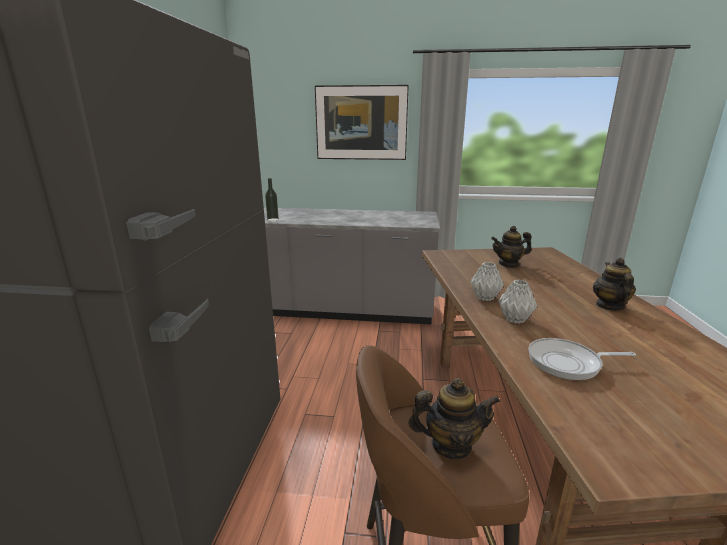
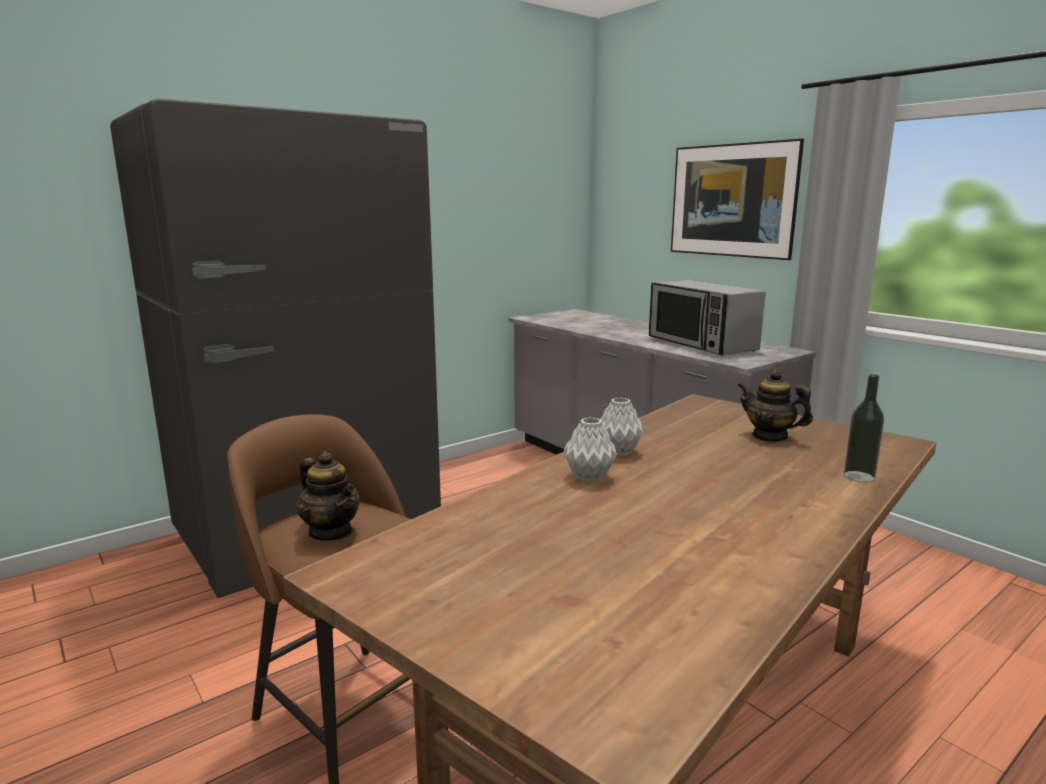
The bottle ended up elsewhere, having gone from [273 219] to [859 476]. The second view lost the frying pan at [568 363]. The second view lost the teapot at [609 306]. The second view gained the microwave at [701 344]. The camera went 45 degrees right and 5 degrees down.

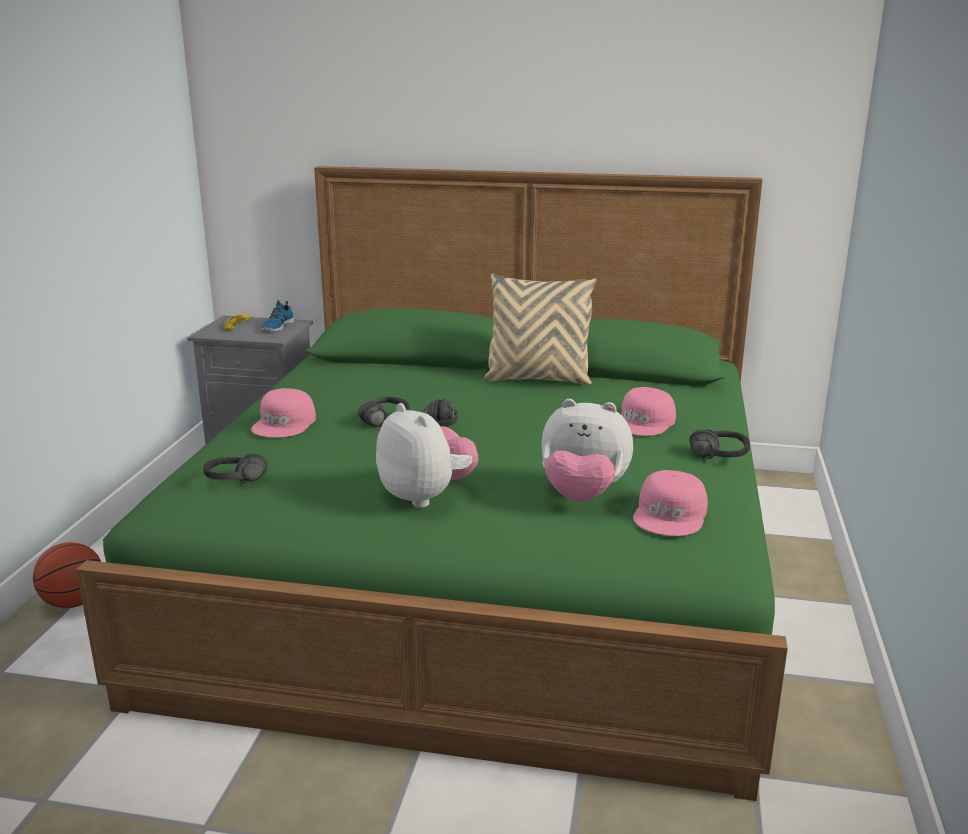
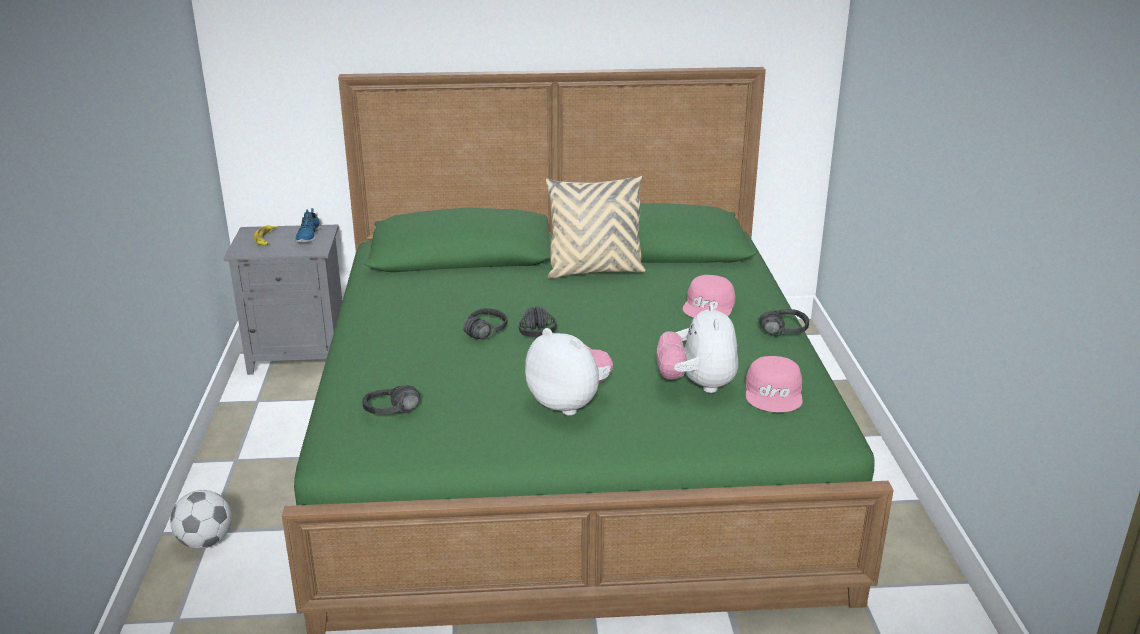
Where the basketball stood at [73 603], the football came to stand at [205 542]. The second view lost the cap (pink) at [285 424]. The plush toy at [582 496] ended up facing another way, 90 degrees clockwise from before. The camera went 15 degrees left and 5 degrees up.

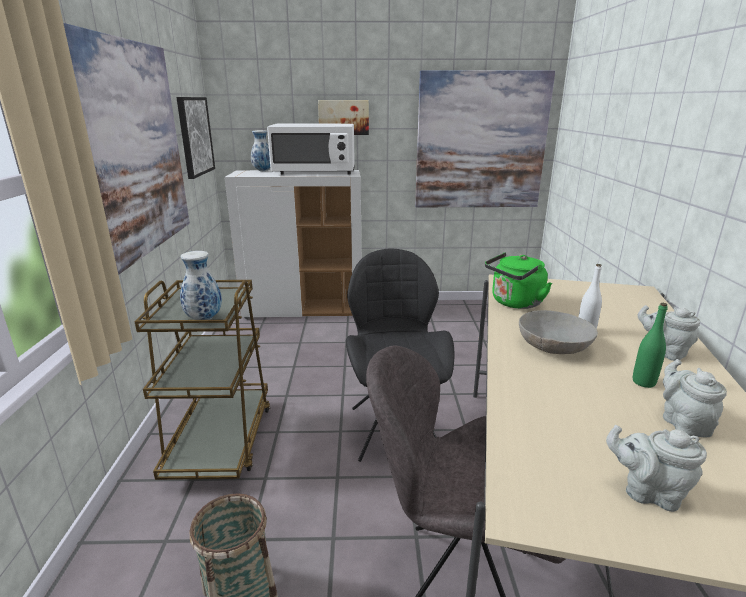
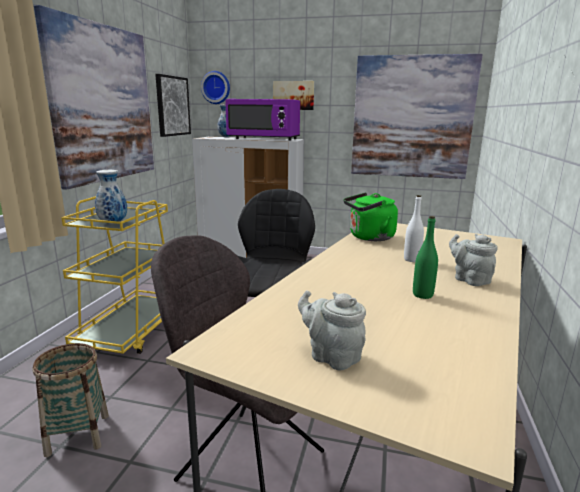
What was the cart (brown) at [221 441] turned into the cart (yellow) at [132 331]. What was the microwave (white) at [315 173] turned into the microwave (purple) at [264 139]. The second view lost the bowl (grey) at [554 346]. The second view lost the teapot (grey) at [683 423]. The second view gained the wall clock at [216 87]. The camera went 15 degrees right and 5 degrees down.

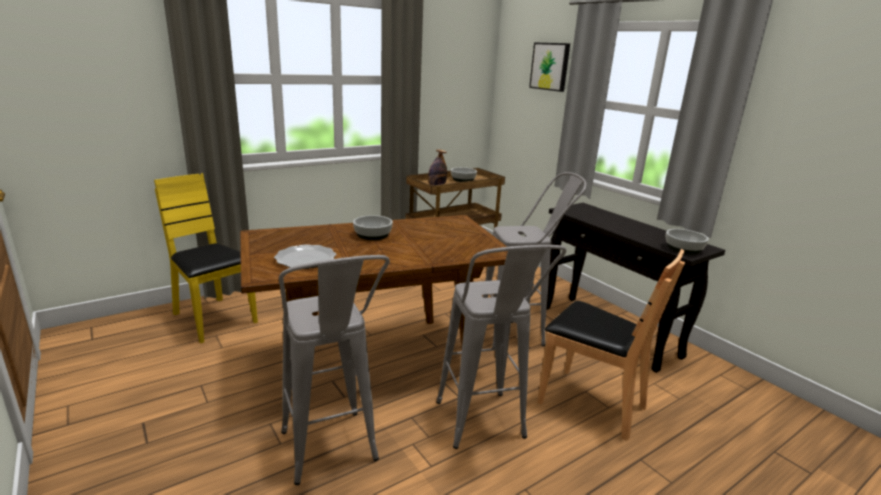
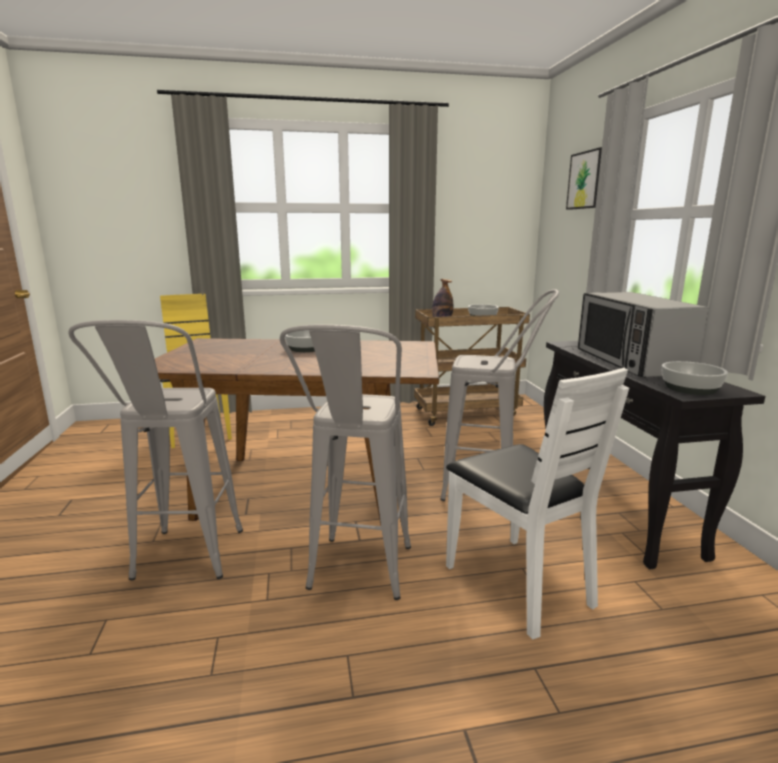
The second view lost the plate at [305 259]. What was the chair (brown) at [591 403] turned into the chair (white) at [518 583]. The second view gained the microwave at [630 362]. The camera went 25 degrees right and 5 degrees down.

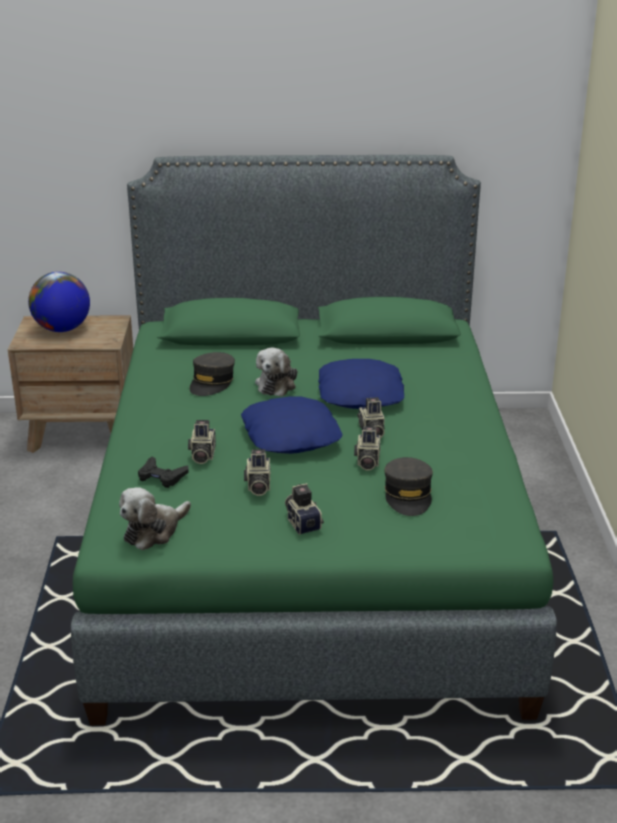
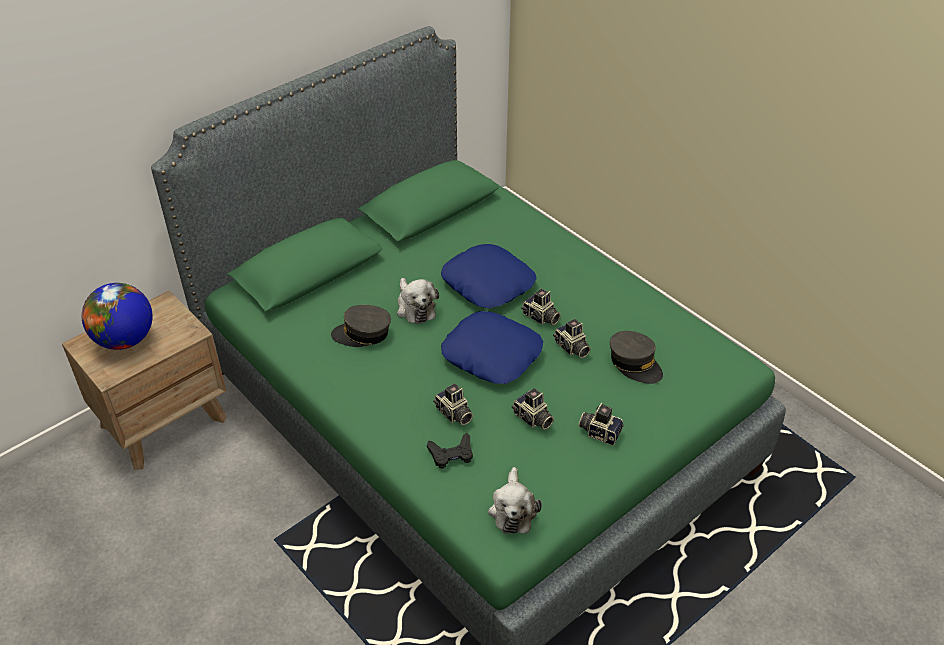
The cap (grey) at [212 382] ended up facing another way, 105 degrees clockwise from before. The camera went 40 degrees left and 15 degrees up.

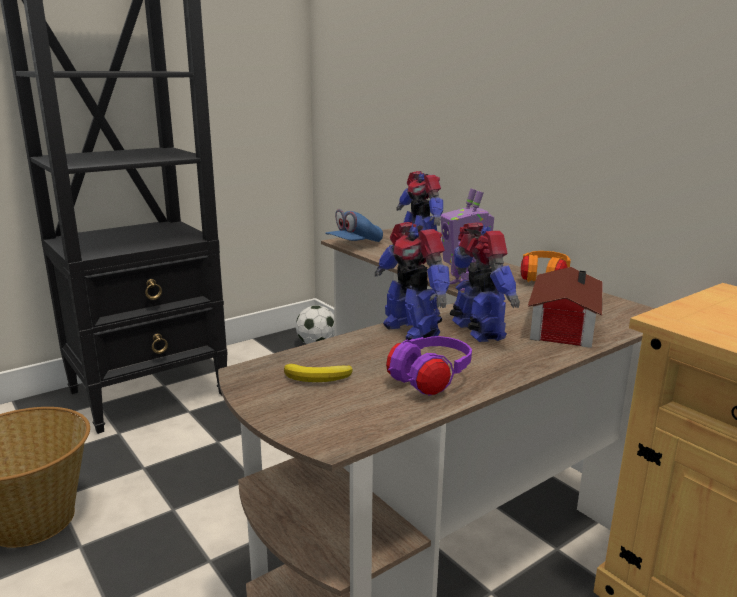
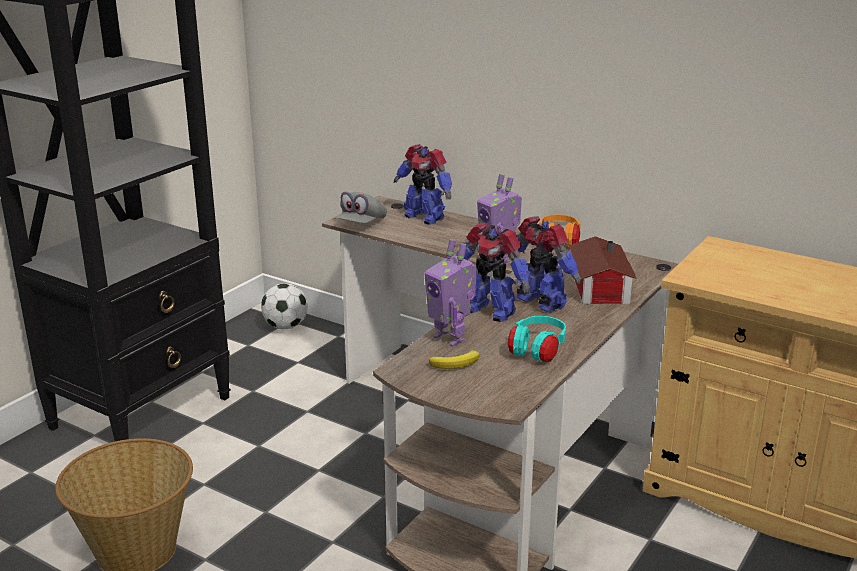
What was the cap (blue) at [354 245] turned into the cap (grey) at [361 224]. What was the headphones (purple) at [429 382] turned into the headphones (turquoise) at [537 352]. The second view gained the toy robot at [450 338]. The camera went 20 degrees left and 5 degrees up.

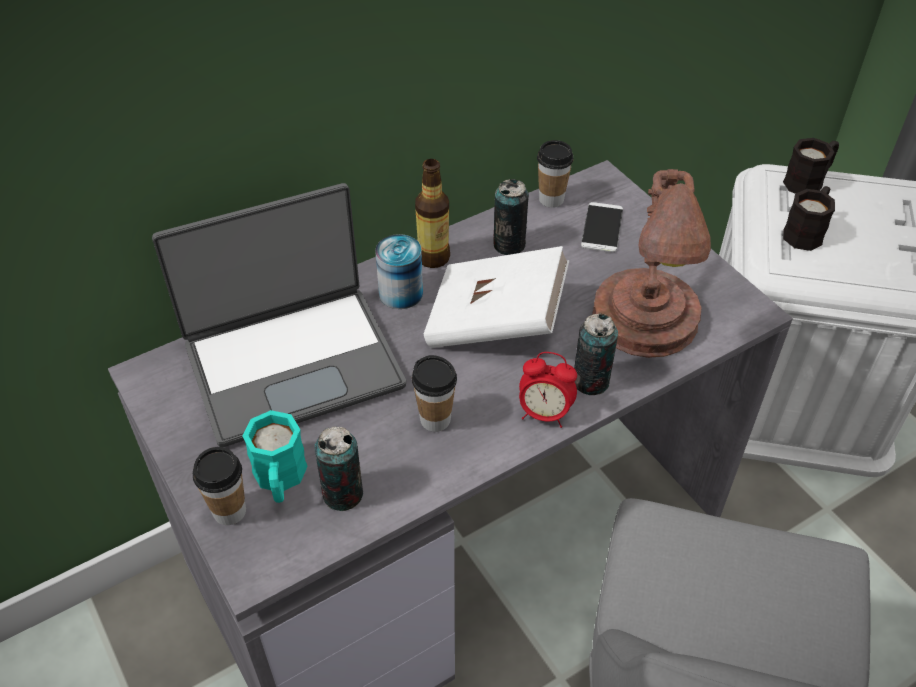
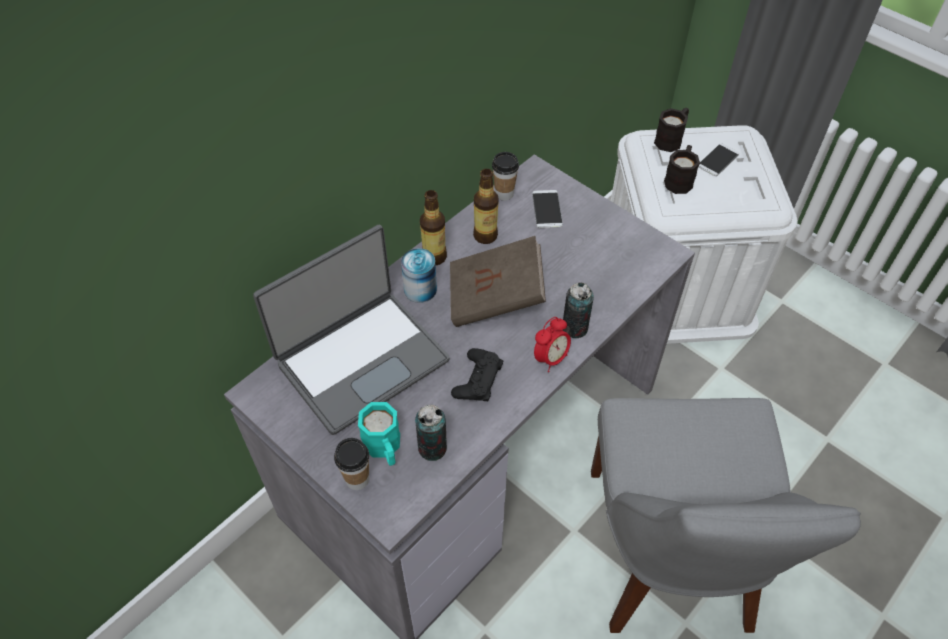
Where the cup stood at [435 419], the game controller (black) came to stand at [477 379]. What was the book (white) at [495 323] turned into the book (brown) at [495 298]. Where the can stood at [509 244], the bottle came to stand at [485 236]. The alarm clock at [544 414] ended up facing another way, 45 degrees counterclockwise from before. The second view lost the table lamp (brown) at [646 325]. The second view gained the phone at [718 160]. The camera went 15 degrees left and 5 degrees up.

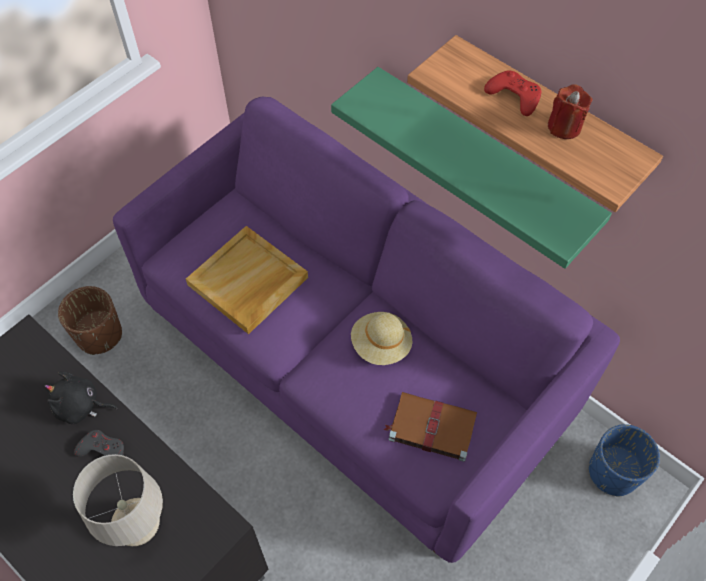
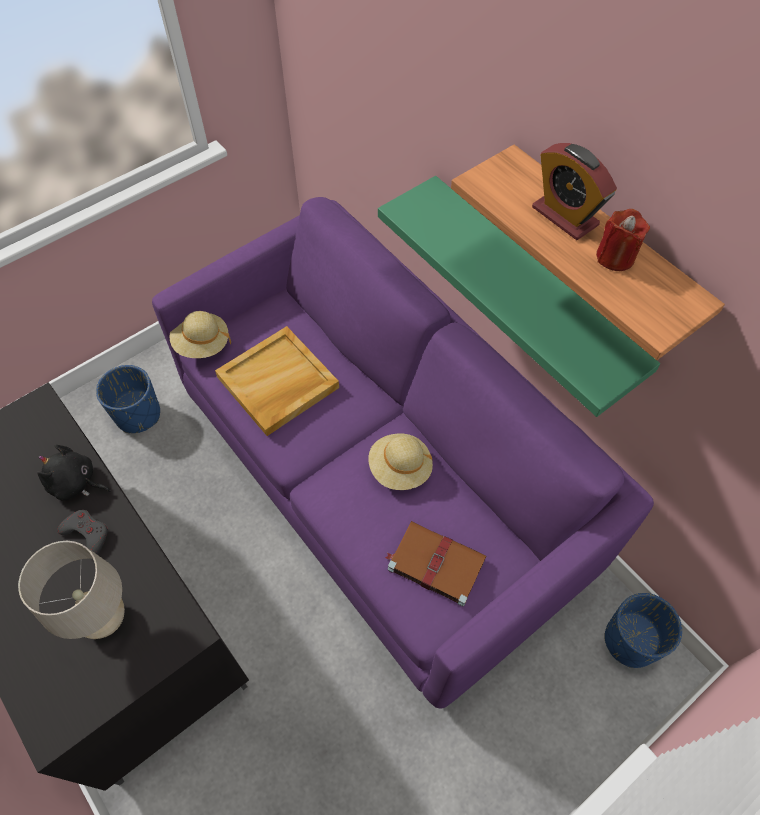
What was the planter (brown) at [99 334] turned into the planter (blue) at [138 414]. Where the game controller (red) stood at [514 96], the alarm clock came to stand at [564 216]. The second view gained the hat (beige) at [202 344]. The camera went 10 degrees right and 0 degrees up.

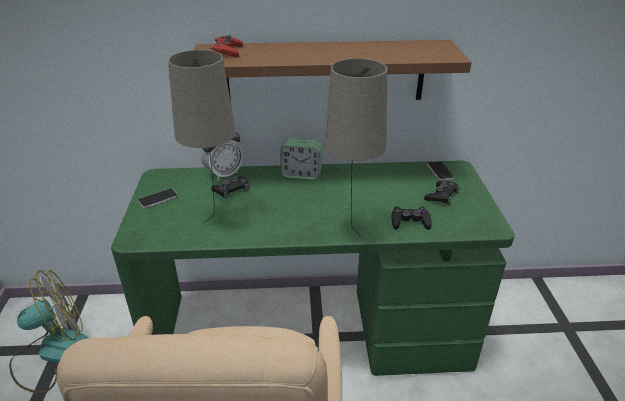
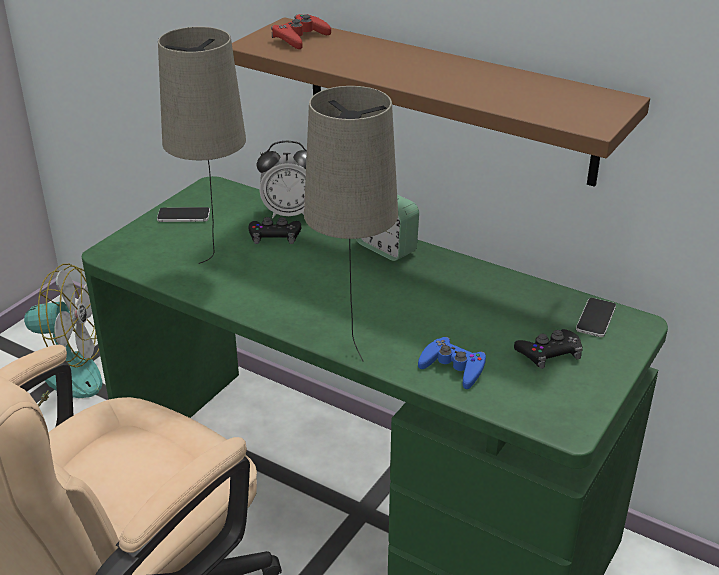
What was the game controller (black) at [410 222] turned into the game controller (blue) at [453 368]. The camera went 35 degrees right and 0 degrees up.

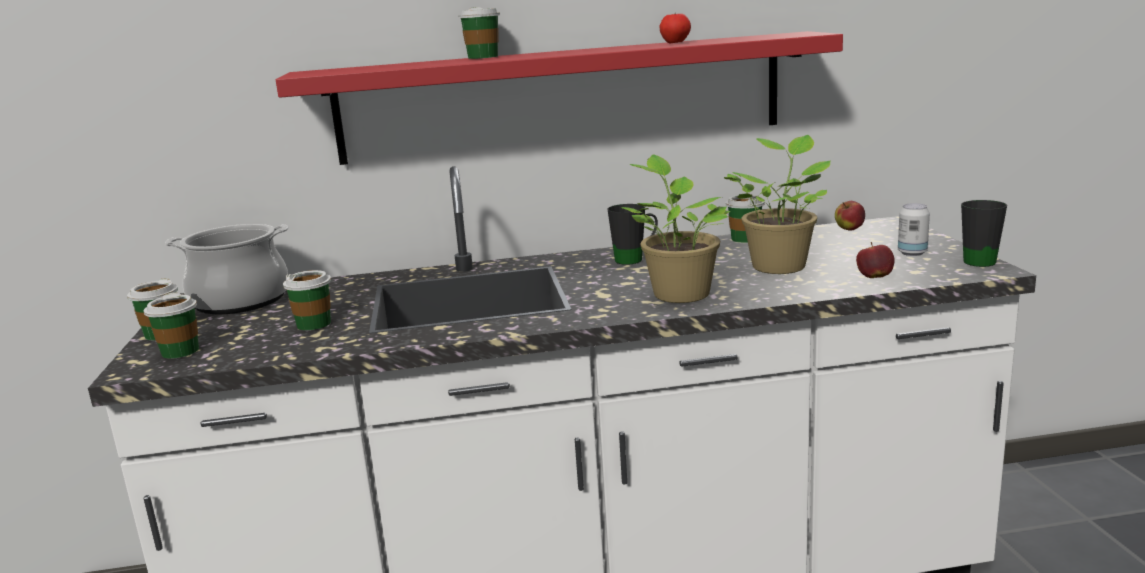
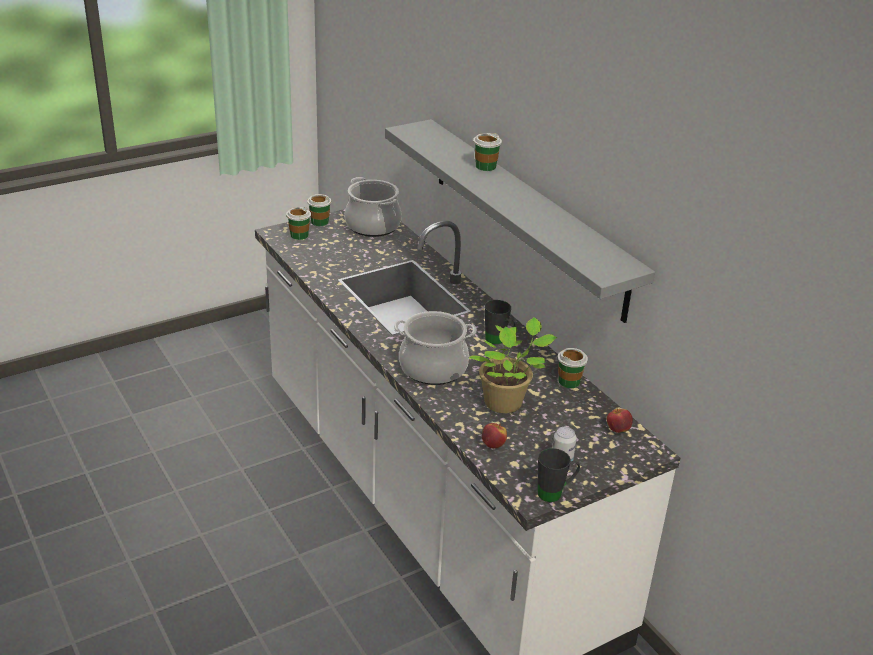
What was the shelf (red) at [561 98] turned into the shelf (grey) at [526 215]. The second view lost the cup at [314 324]. Where the potted plant stood at [679 293], the cooking pot came to stand at [433 368]. The second view lost the apple at [675 43]. The camera went 65 degrees right and 15 degrees up.

